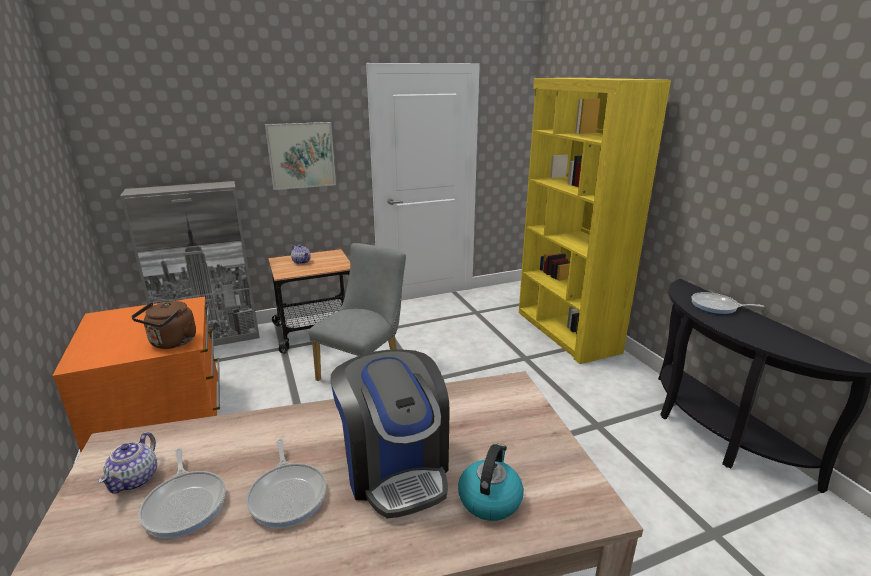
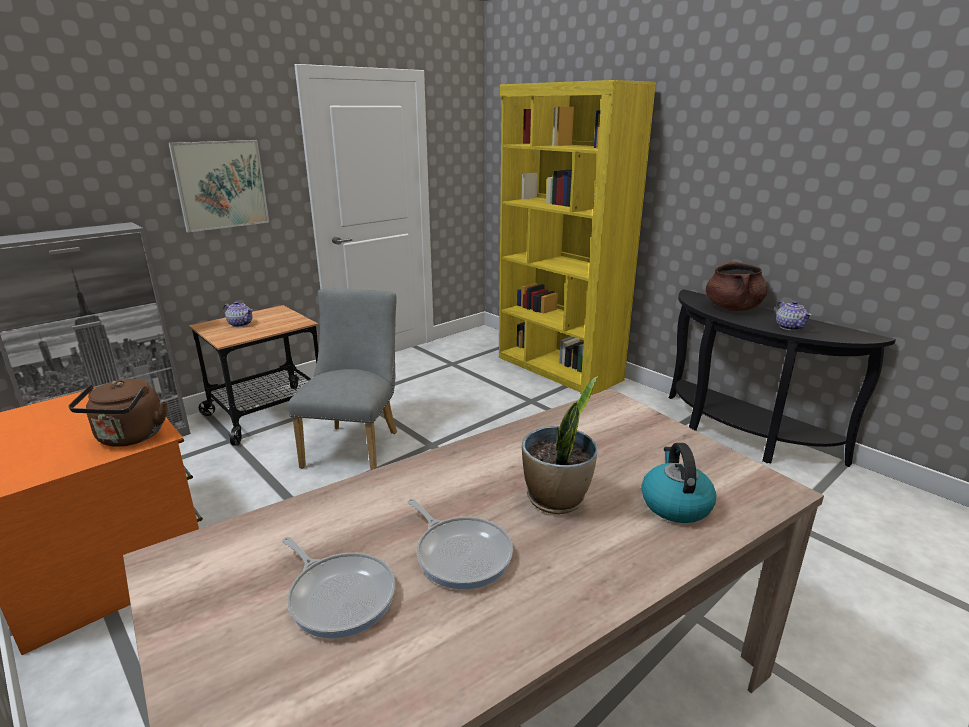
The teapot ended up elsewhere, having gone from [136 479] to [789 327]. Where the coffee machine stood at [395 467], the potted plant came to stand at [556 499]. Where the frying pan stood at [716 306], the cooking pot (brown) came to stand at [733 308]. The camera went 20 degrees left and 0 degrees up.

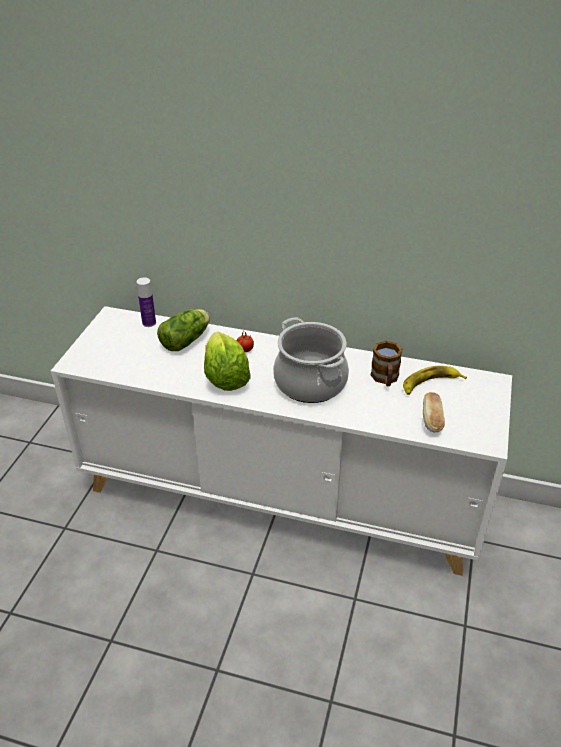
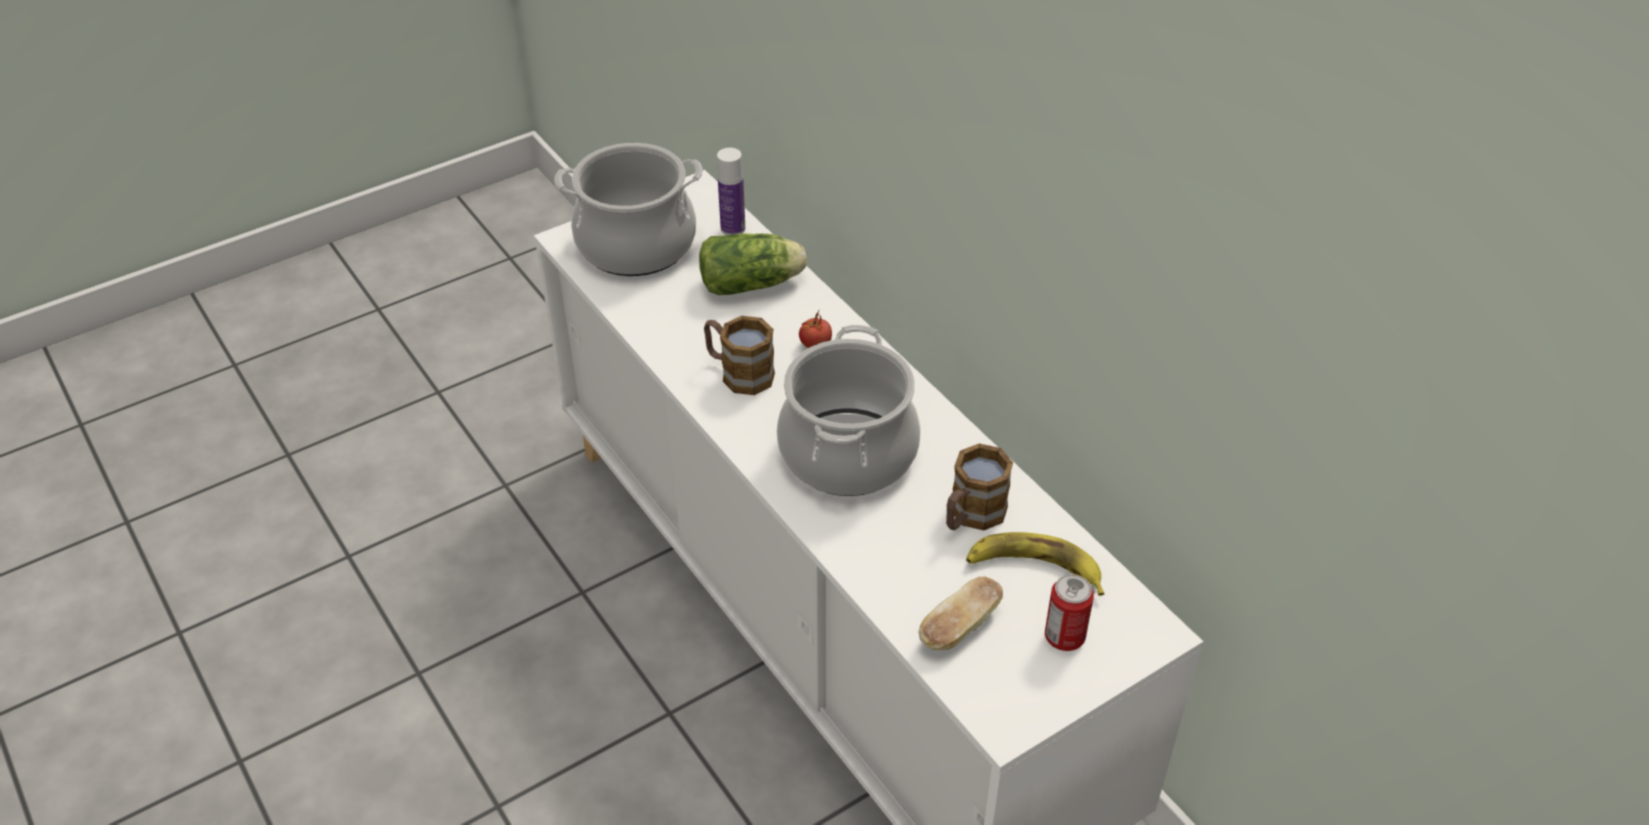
Where the lettuce stood at [225 377], the mug came to stand at [738 373]. The second view gained the cooking pot at [636 245]. The second view gained the can at [1064 637]. The camera went 40 degrees right and 5 degrees up.

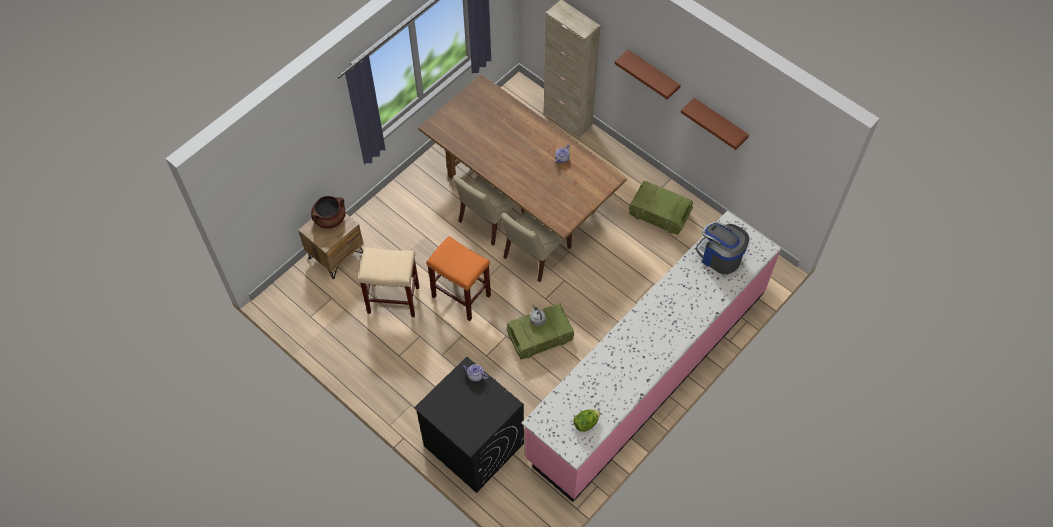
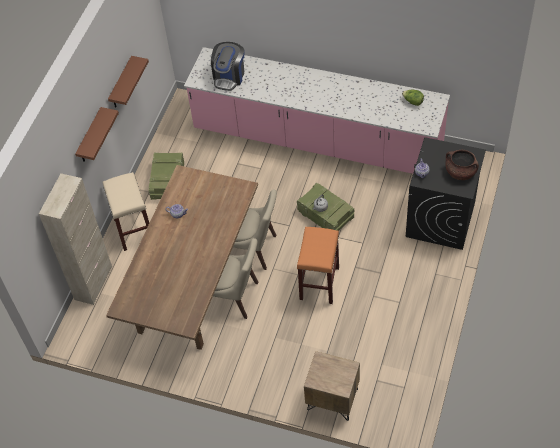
The cooking pot (brown) ended up elsewhere, having gone from [330 218] to [460 172]. The stool (beige) ended up elsewhere, having gone from [392 300] to [134 230]. The camera went 110 degrees left and 5 degrees down.

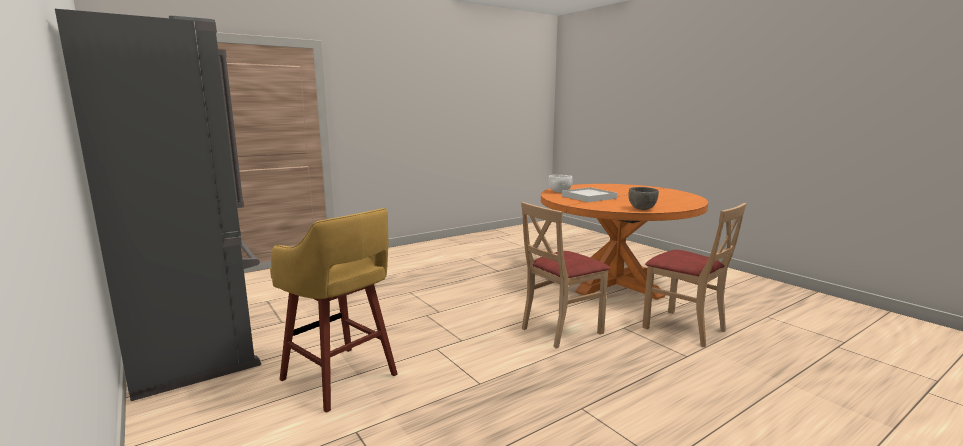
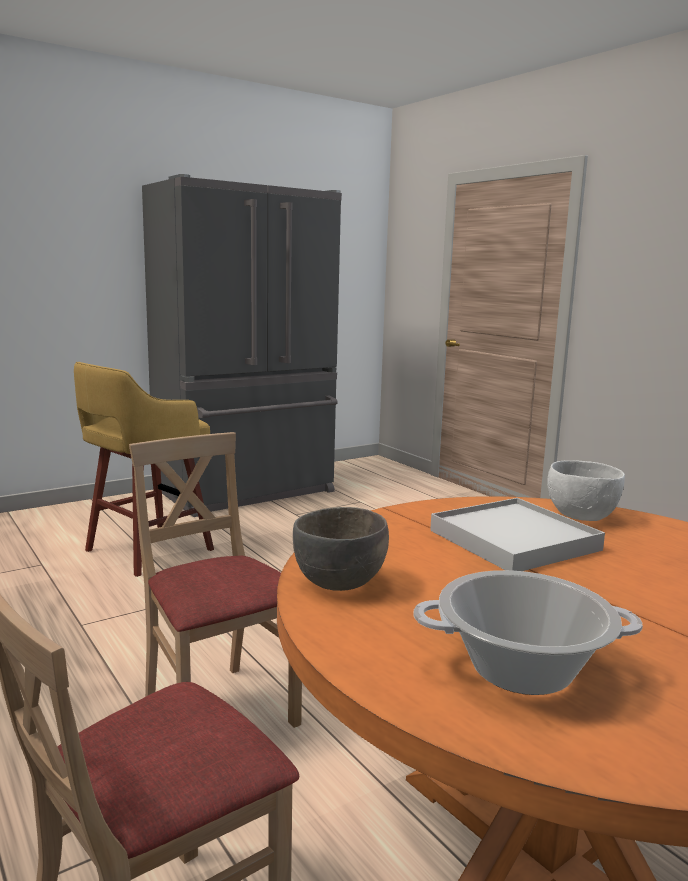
The second view gained the cooking pot at [521 668]. The camera went 90 degrees right and 0 degrees up.

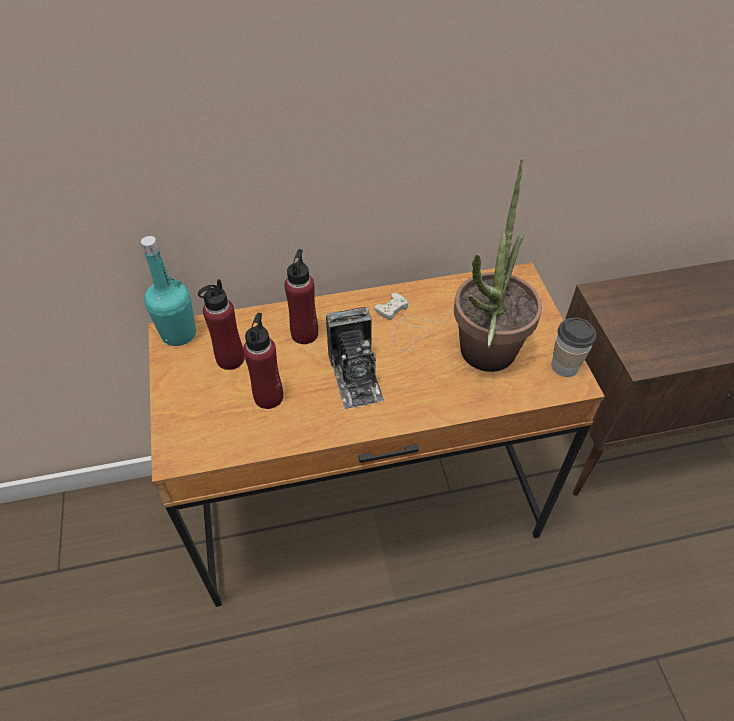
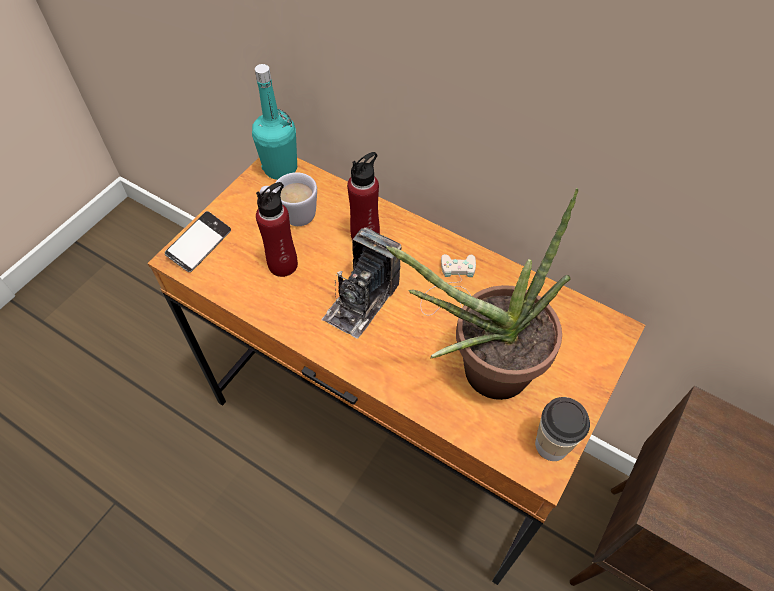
Where the bottle (red) stood at [230 359], the mug (white) came to stand at [291 214]. The second view gained the phone at [200 245]. The camera went 45 degrees right and 5 degrees up.

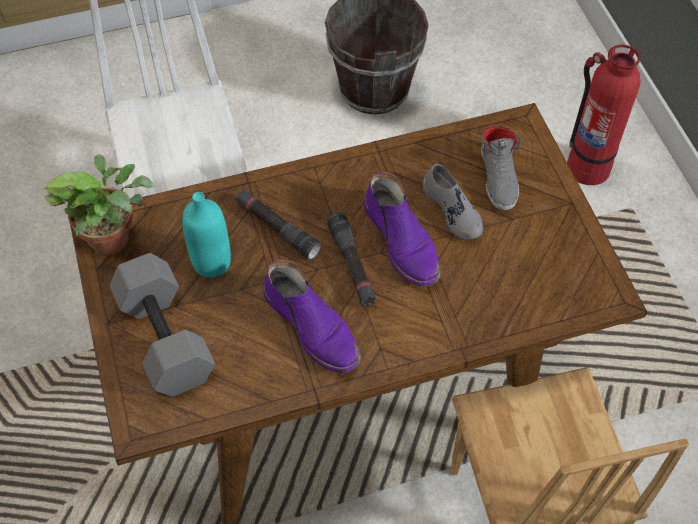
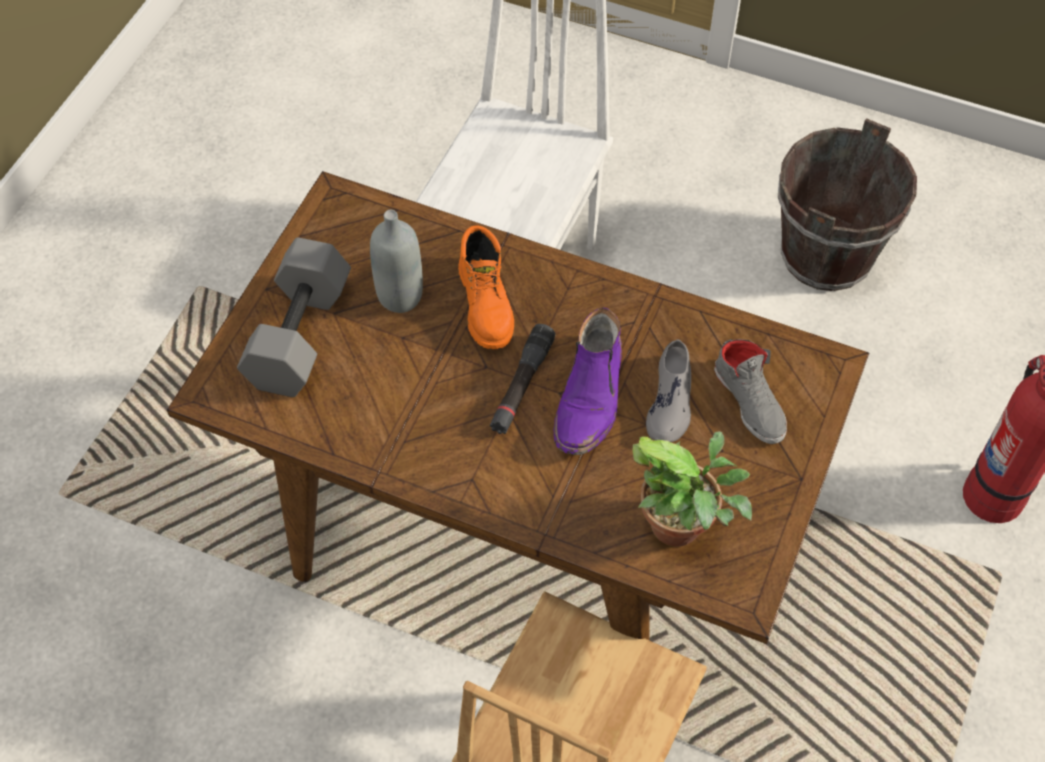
The potted plant ended up elsewhere, having gone from [115 237] to [682 527]. What was the bottle (turquoise) at [212 262] turned into the bottle (grey) at [400 296]. Where the flashlight (black) stood at [277 228], the boot (orange) came to stand at [487 305]. The second view lost the boot (purple) at [313 326]. The shoe (grey) at [498 177] ended up facing another way, 60 degrees counterclockwise from before. The camera went 40 degrees right and 0 degrees up.

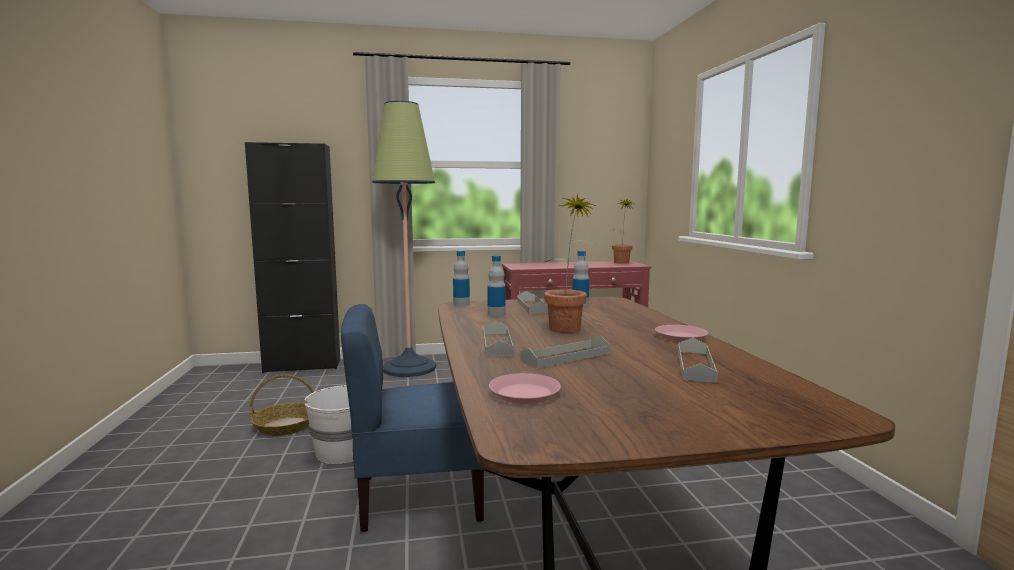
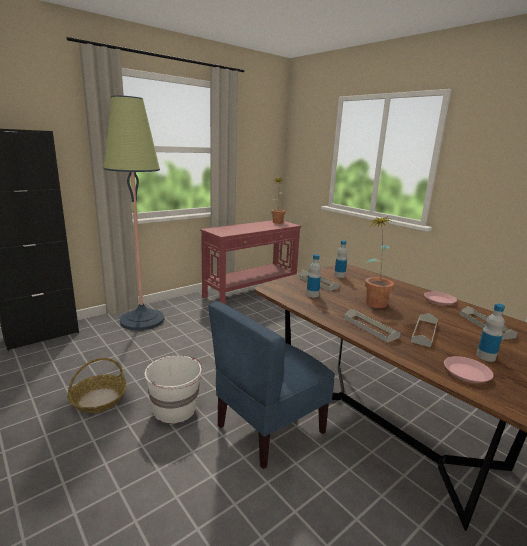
The bottle ended up elsewhere, having gone from [461 304] to [485 357]. The camera went 30 degrees left and 10 degrees up.

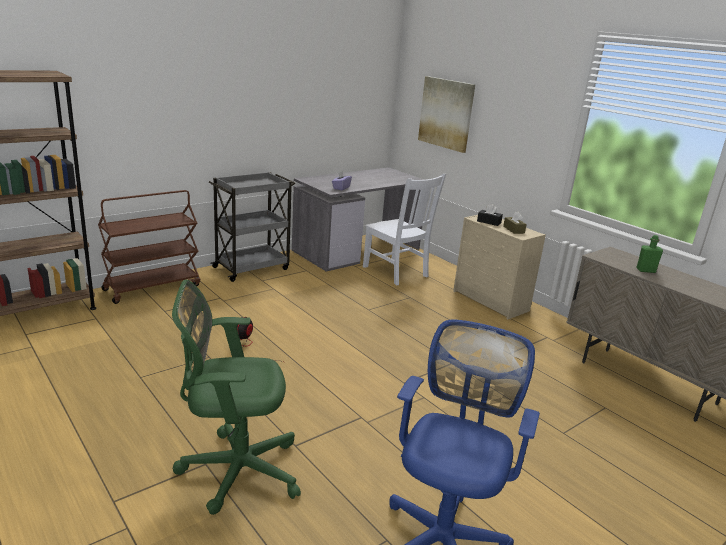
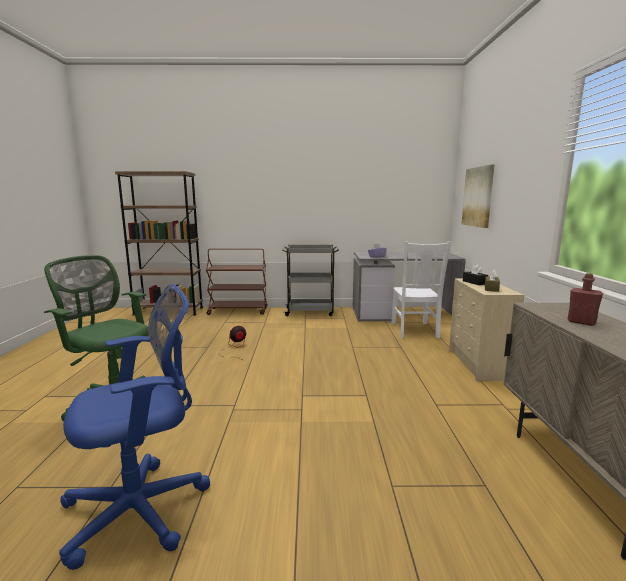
What was the bottle (green) at [645 270] turned into the bottle (red) at [581 322]. The camera went 40 degrees right and 10 degrees down.

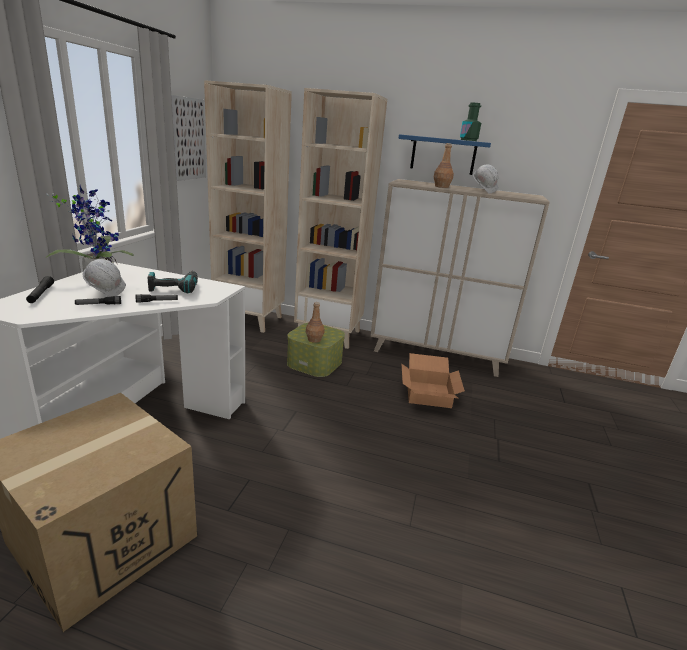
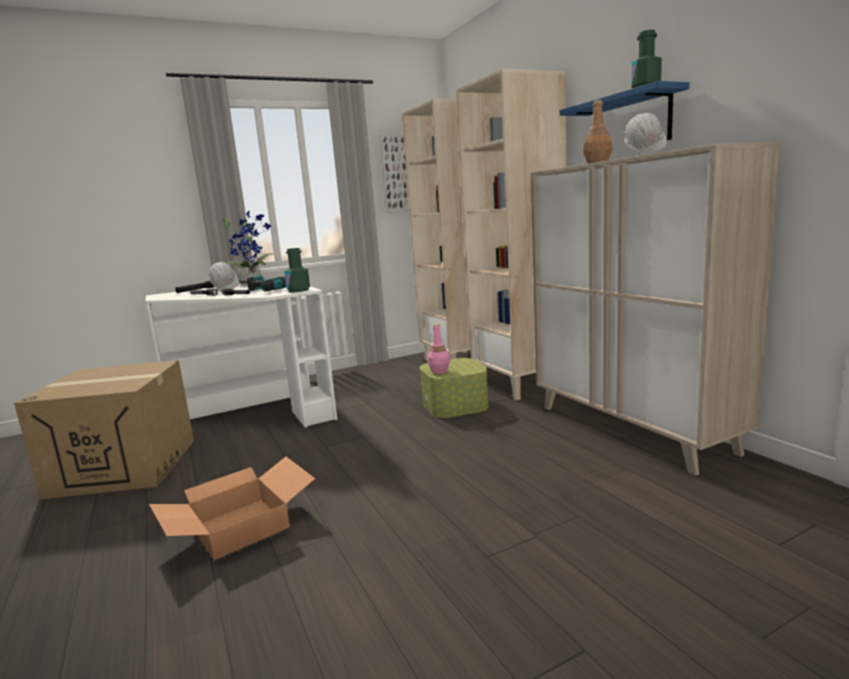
What was the bottle (brown) at [314 339] turned into the bottle (pink) at [439 371]. The cardboard box ended up elsewhere, having gone from [429 394] to [239 528]. The second view gained the bottle (green) at [298 290]. The camera went 50 degrees right and 10 degrees down.

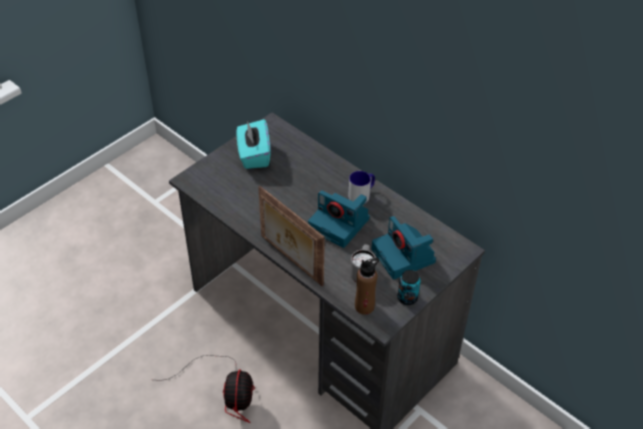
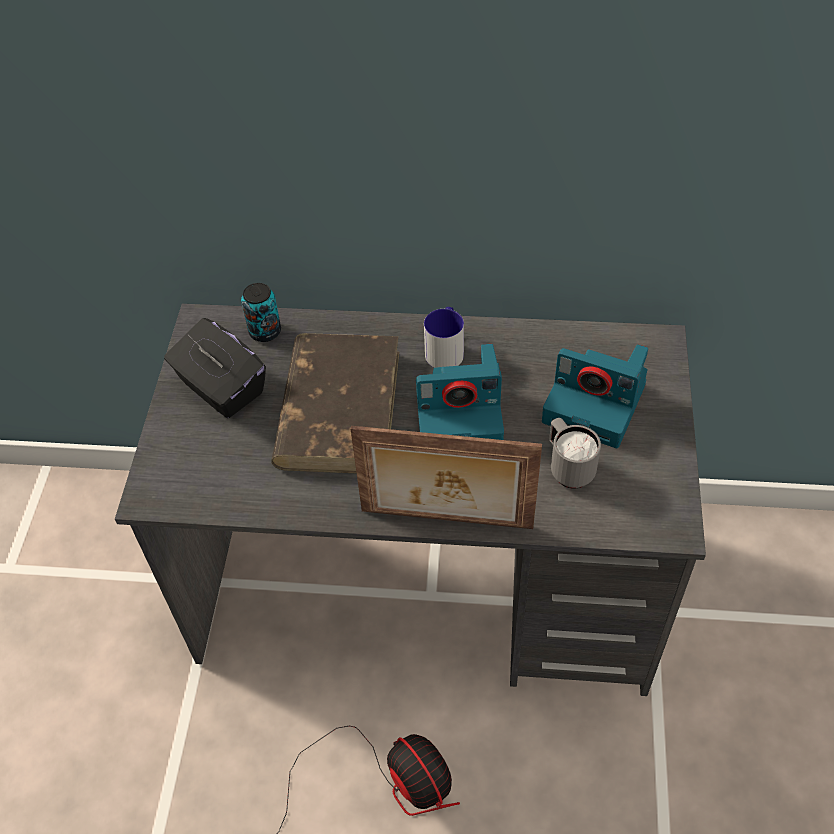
What was the tissue box (turquoise) at [254 155] turned into the tissue box (black) at [221 388]. The second view lost the bottle (brown) at [364 306]. The can ended up elsewhere, having gone from [407 298] to [265 331]. The second view gained the book (brown) at [339 407]. The camera went 35 degrees left and 5 degrees up.

